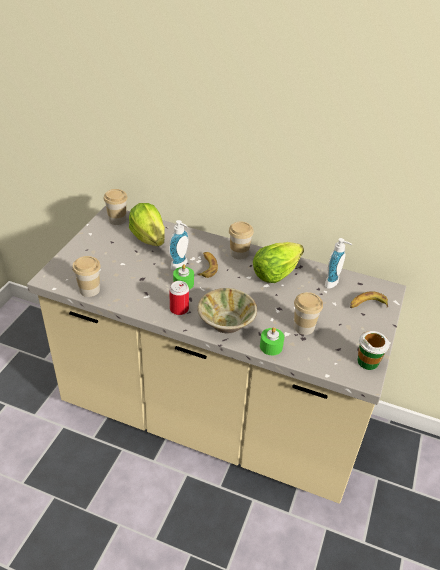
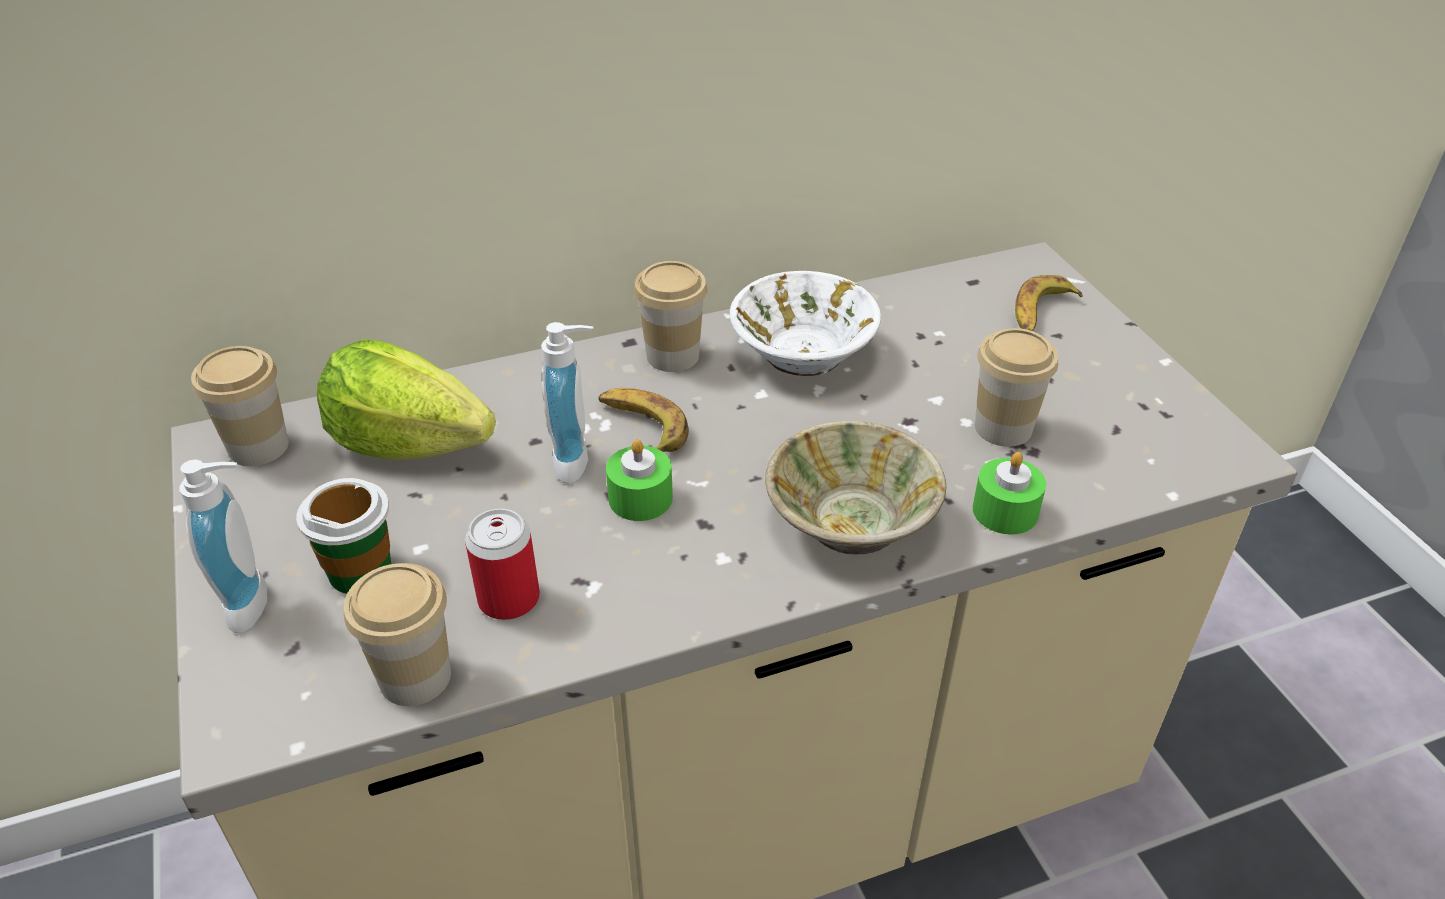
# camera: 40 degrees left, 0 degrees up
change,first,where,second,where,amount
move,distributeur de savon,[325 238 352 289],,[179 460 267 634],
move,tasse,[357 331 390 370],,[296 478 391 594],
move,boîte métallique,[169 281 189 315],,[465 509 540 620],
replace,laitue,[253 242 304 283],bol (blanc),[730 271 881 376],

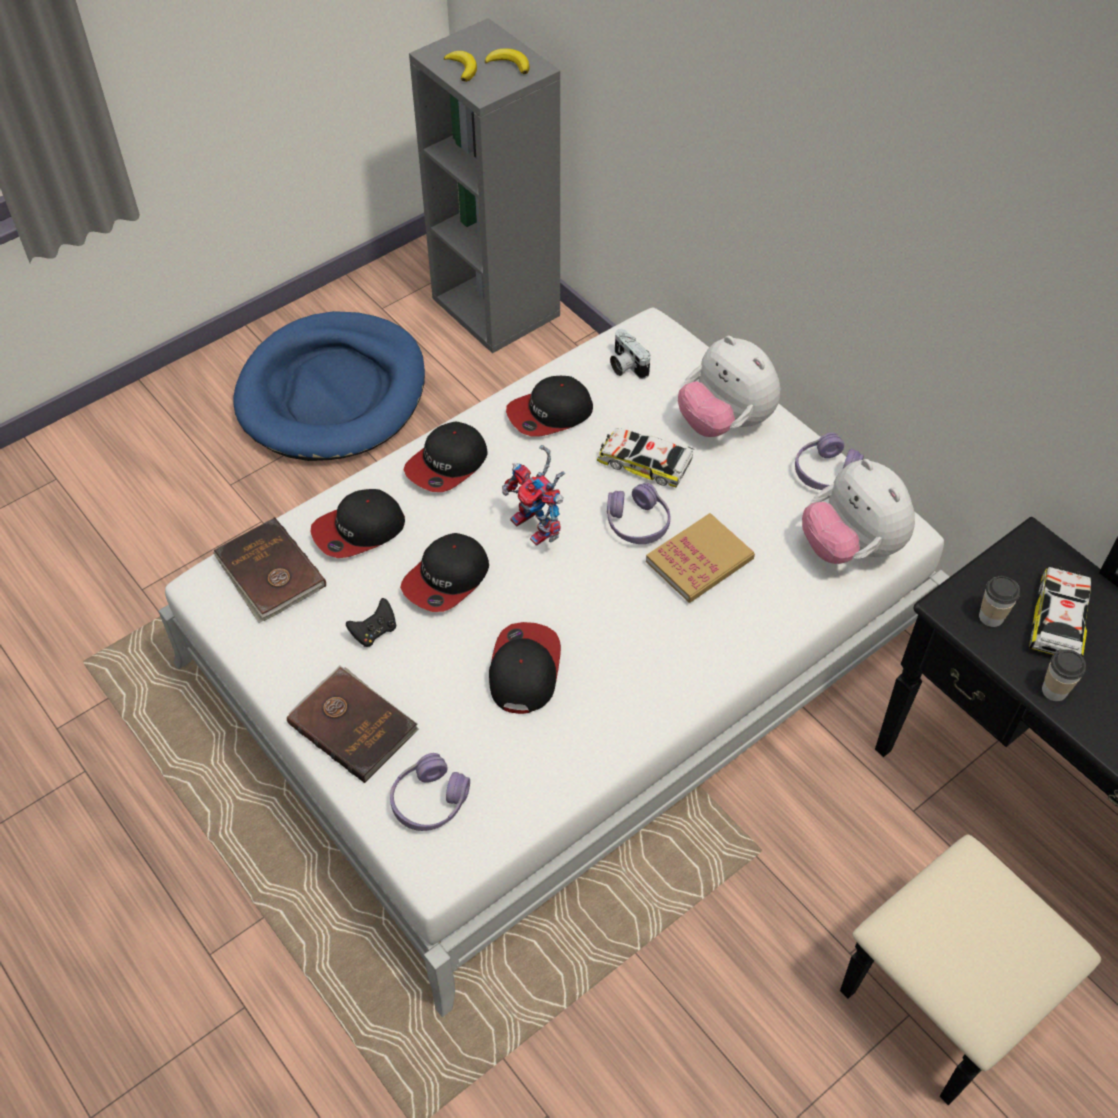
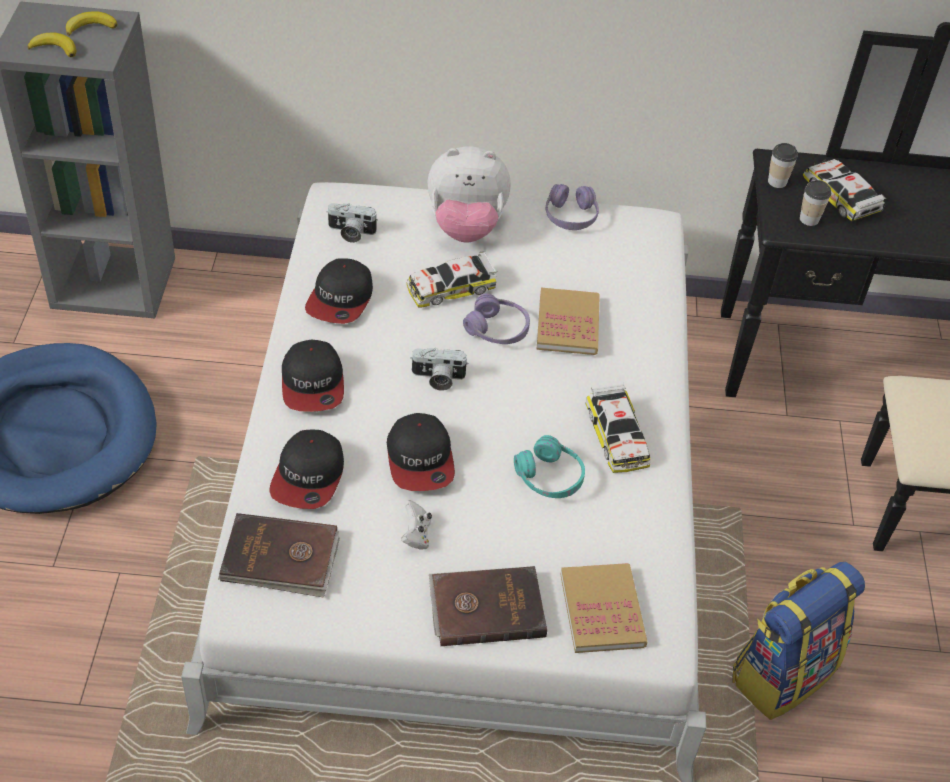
# camera: 50 degrees left, 5 degrees down
change,first,where,second,where,amount
recolor,manette (noir),[346 598 396 647],manette (blanc),[401 500 432 550],
replace,robot jouet,[502 445 565 545],appareil photo,[410 348 469 391],
replace,casquette,[489 622 561 714],casque audio (turquoise),[514 435 585 498],
replace,casque audio (violet),[390 753 470 831],livre,[560 563 648 653],
insert,,,petite voiture,[586 383 650 473],
insert,,,sac à dos,[732 562 865 720],
move,tasse,[1042 649 1086 701],,[768 143 798 188],
delete,peluche,[802 459 915 564],,,

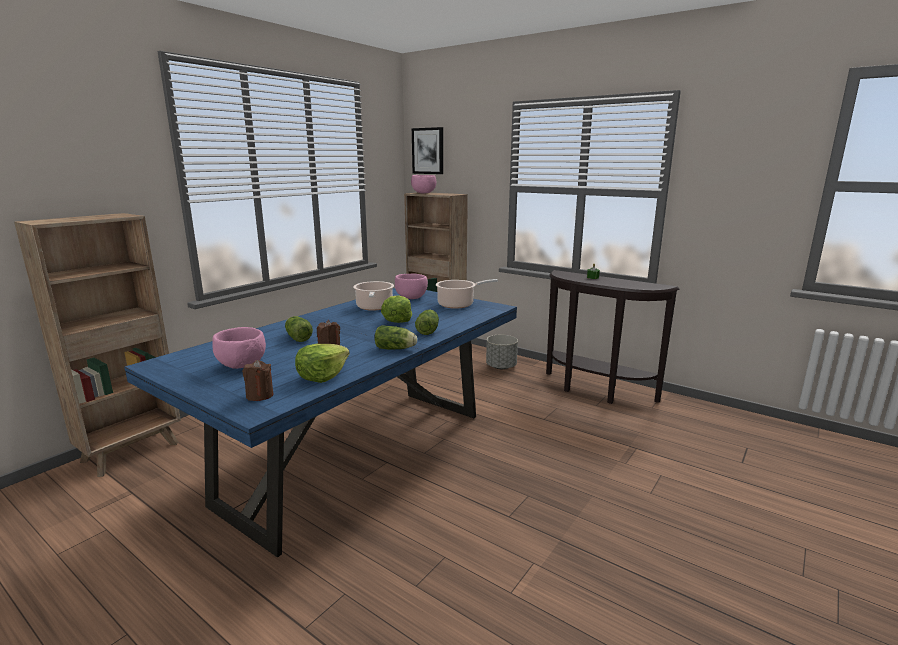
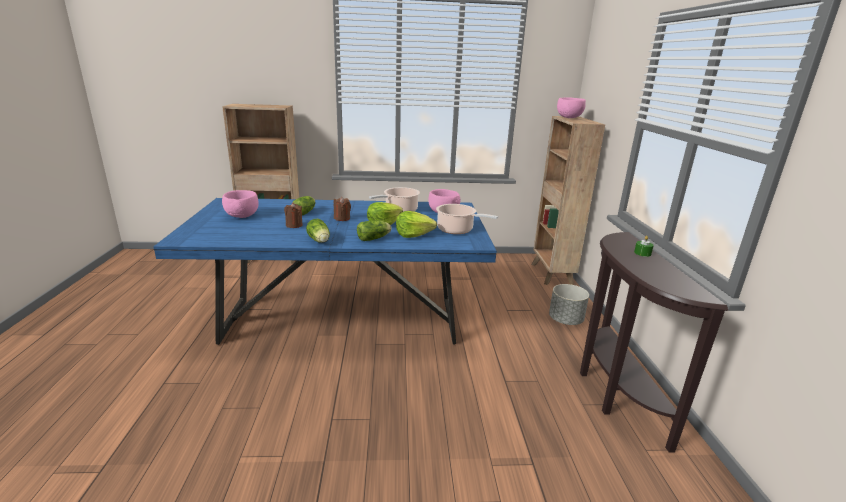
# camera: 50 degrees right, 5 degrees up
change,first,where,second,where,amount
move,bougie (marron),[242 360 274 401],,[334 197 351 221],
move,laitue,[295 344 350 383],,[396 211 437 238],
delete,tableau,[412 127 443 174],,,

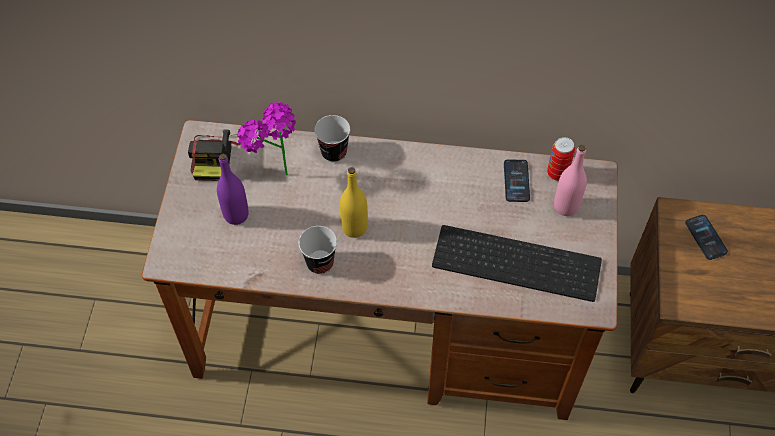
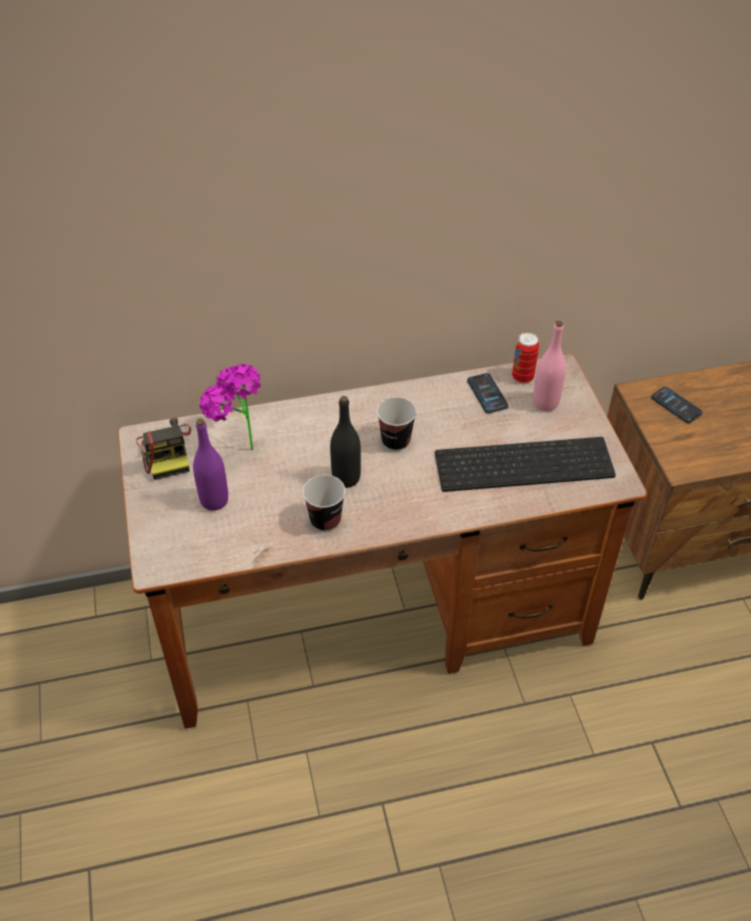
# camera: 20 degrees left, 10 degrees down
change,first,where,second,where,amount
recolor,bouteille (jaune),[340 167 368 238],bouteille (noir),[330 396 361 488],
move,tasse,[314 115 350 162],,[377 397 417 451],

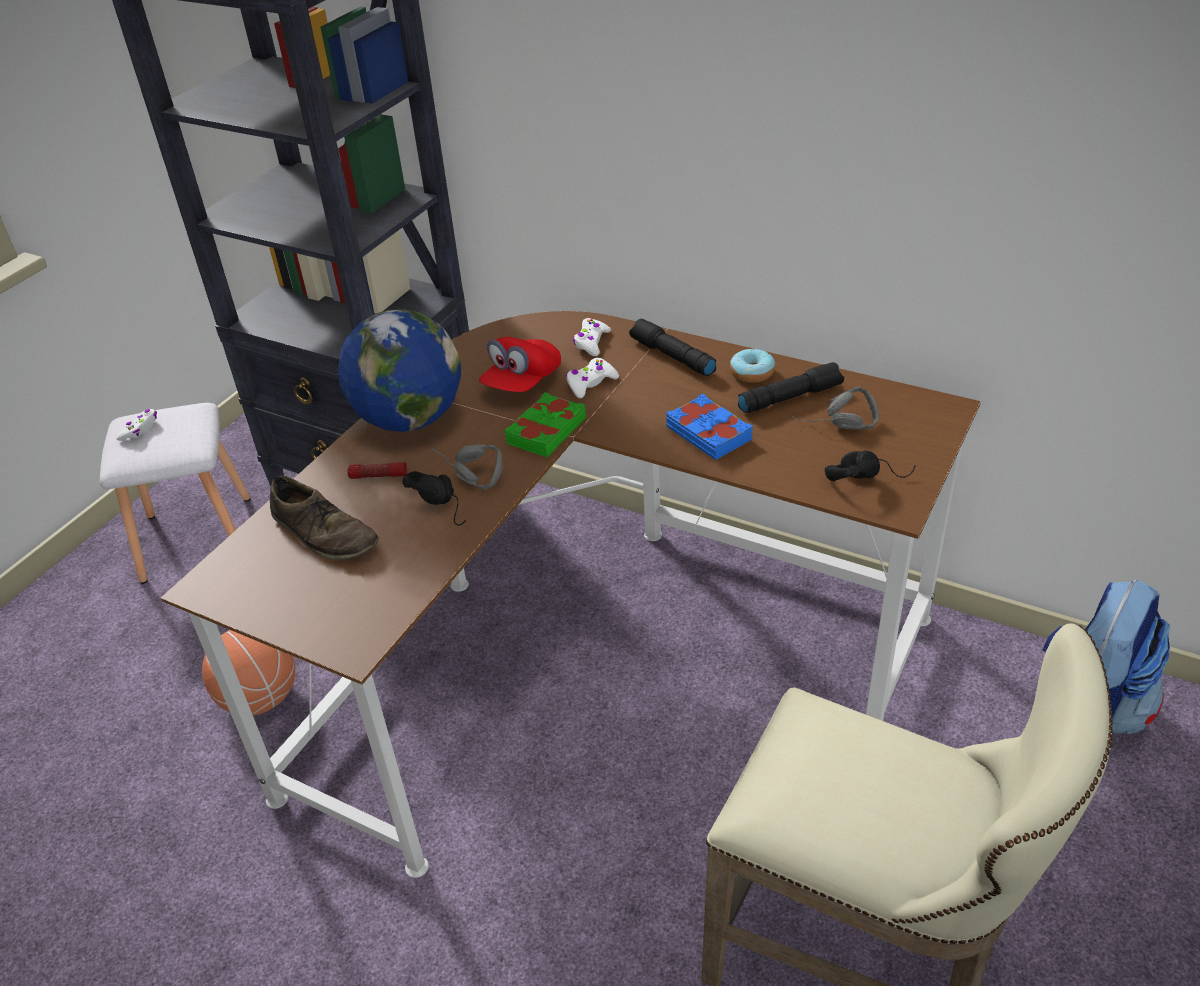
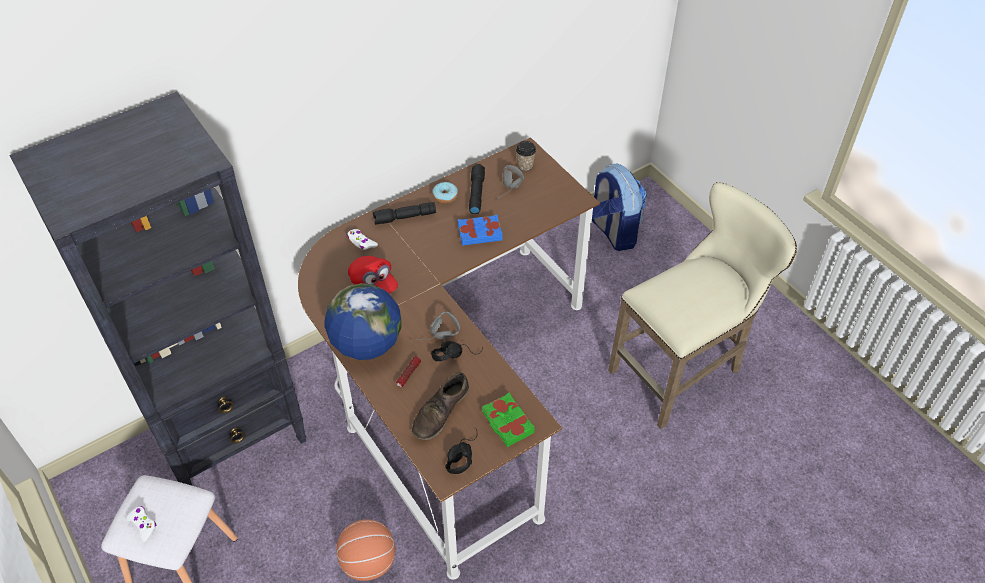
# camera: 65 degrees left, 10 degrees up
change,first,where,second,where,amount
rotate,chaussure (marron),[270 476 379 560],,[412 372 469 440],150 degrees clockwise
move,casque audio (noir),[825 451 915 481],,[445 429 477 474],
move,livre (vert),[504 392 586 457],,[482 393 535 447],
insert,,,tasse,[516 141 536 171],
delete,manette (blanc),[566 358 619 399],,,

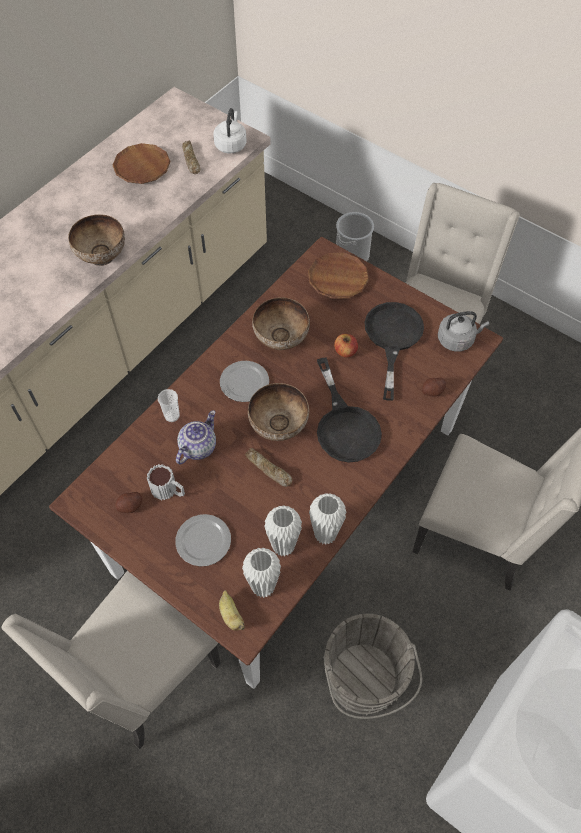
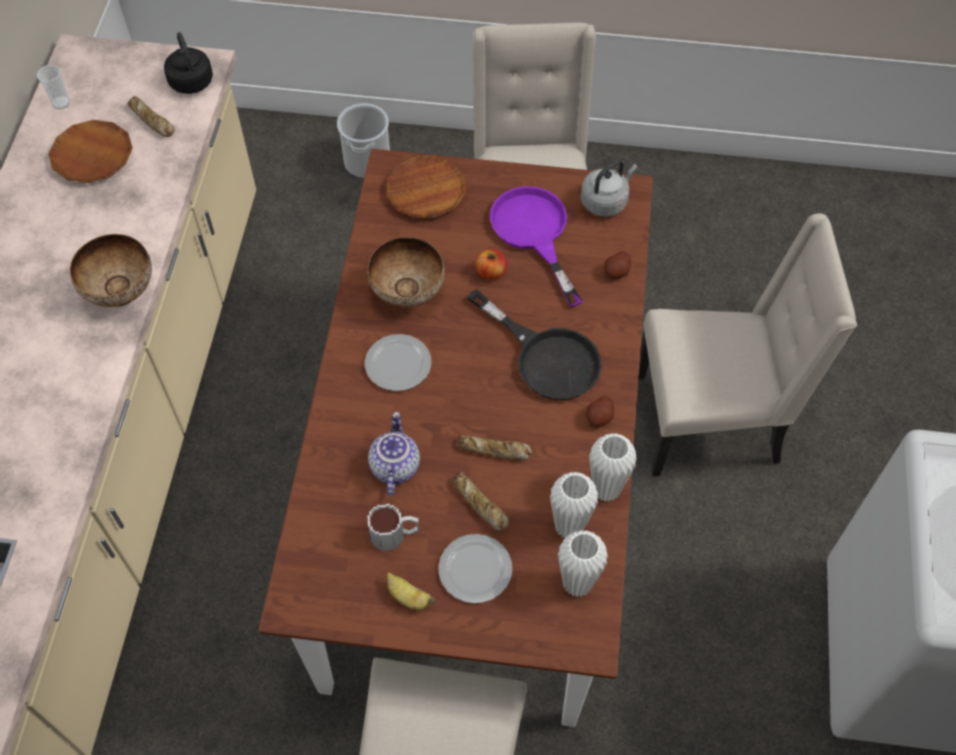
# camera: 30 degrees left, 0 degrees up
change,first,where,second,where,amount
move,tasse,[158 389 180 422],,[37 65 70 109],
recolor,bouilloire (blanc),[213 108 246 153],bouilloire (noir),[164 32 213 94],
move,banane,[219 590 245 631],,[387 572 435 611],
insert,,,pain,[451 471 509 531],
recolor,poêle (noir),[364 302 424 401],poêle (violet),[490 186 583 307],
move,pomme de terre,[115 492 142 513],,[586 396 614 428],
delete,bol,[248 383 309 441],,,
delete,seau (gris),[323 614 423 719],,,

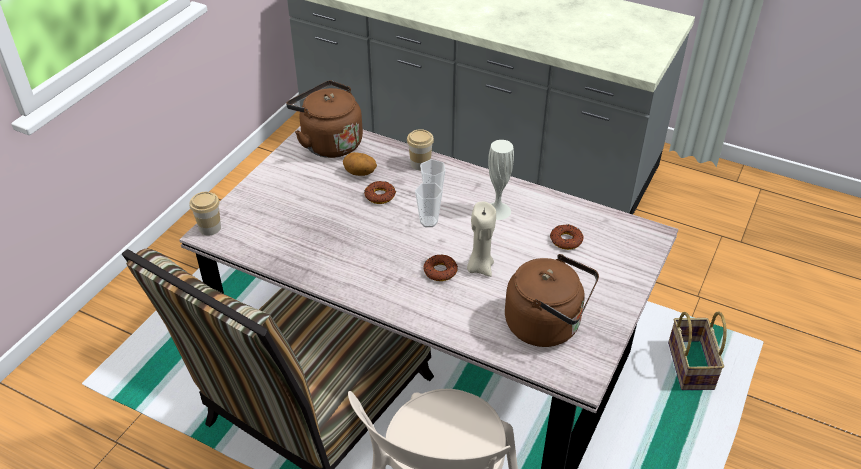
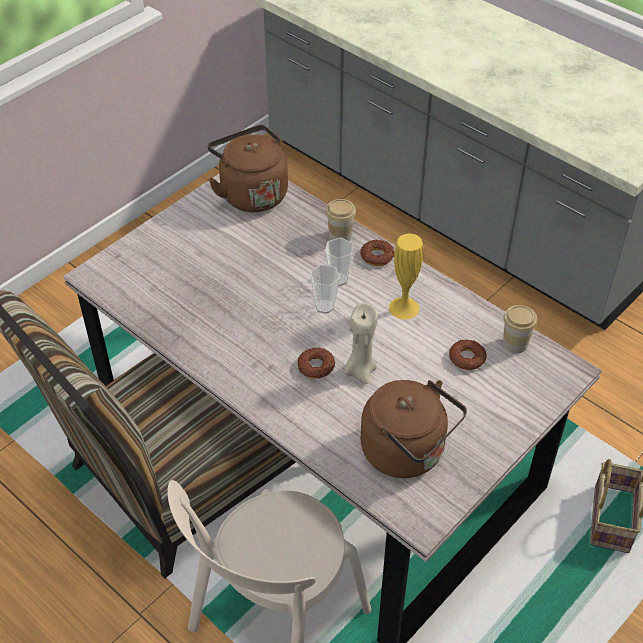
# camera: 15 degrees right, 5 degrees up
change,first,where,second,where,amount
move,beignet,[364 181 396 204],,[360 240 394 266],
recolor,vase (blanc),[488 140 514 220],vase (jaune),[389 234 423 320],
move,tasse,[190 192 221 236],,[503 305 537 354],
delete,pomme de terre,[343 152 377 176],,,

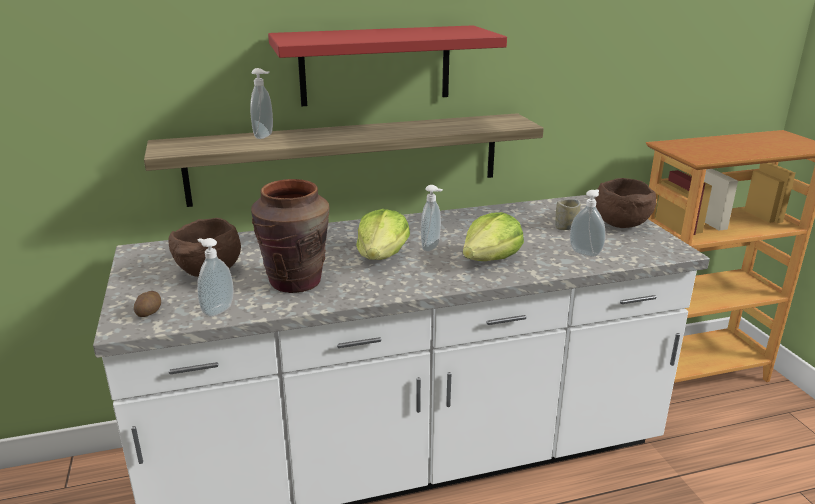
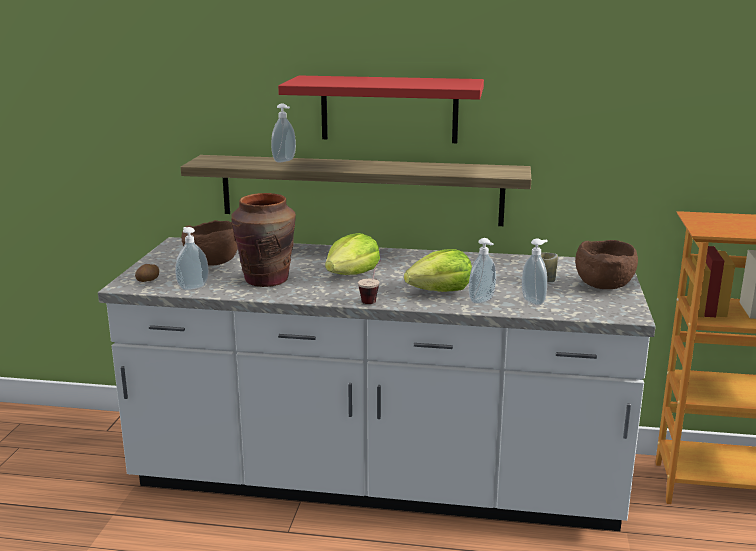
# camera: 25 degrees right, 5 degrees down
change,first,where,second,where,amount
insert,,,tasse,[358 260 381 304],
move,distributeur de savon,[421 185 443 252],,[469 238 496 304],

